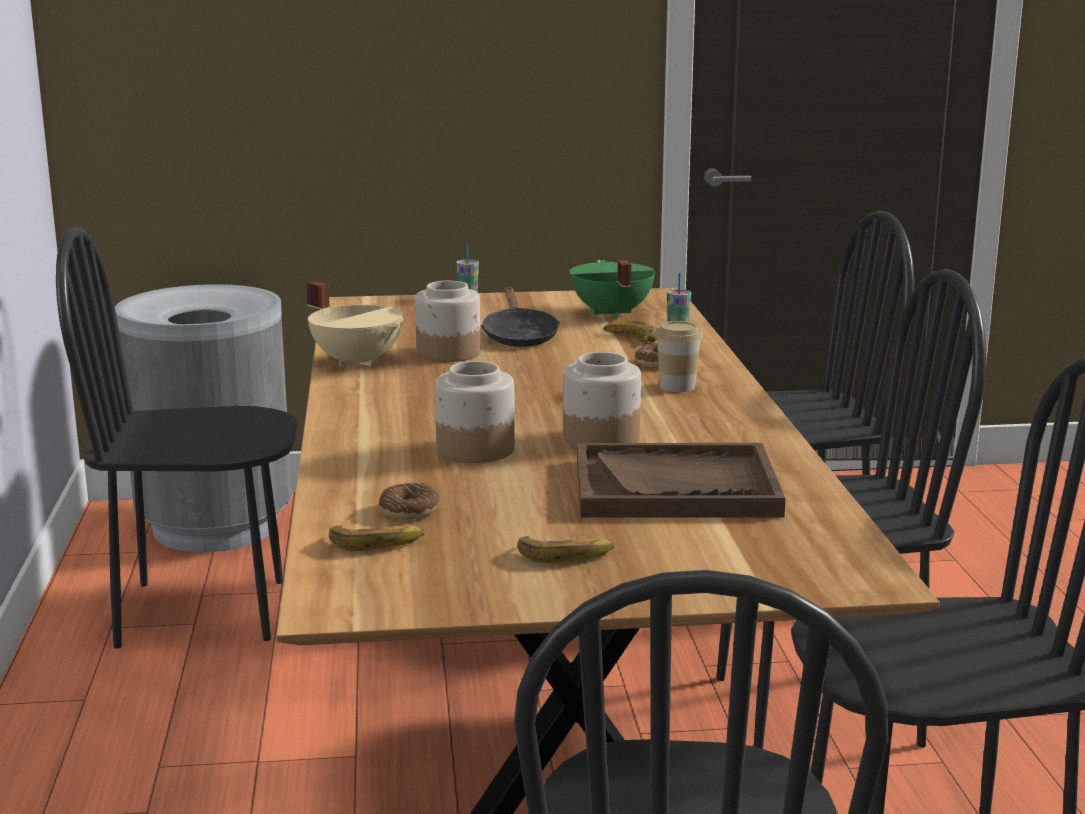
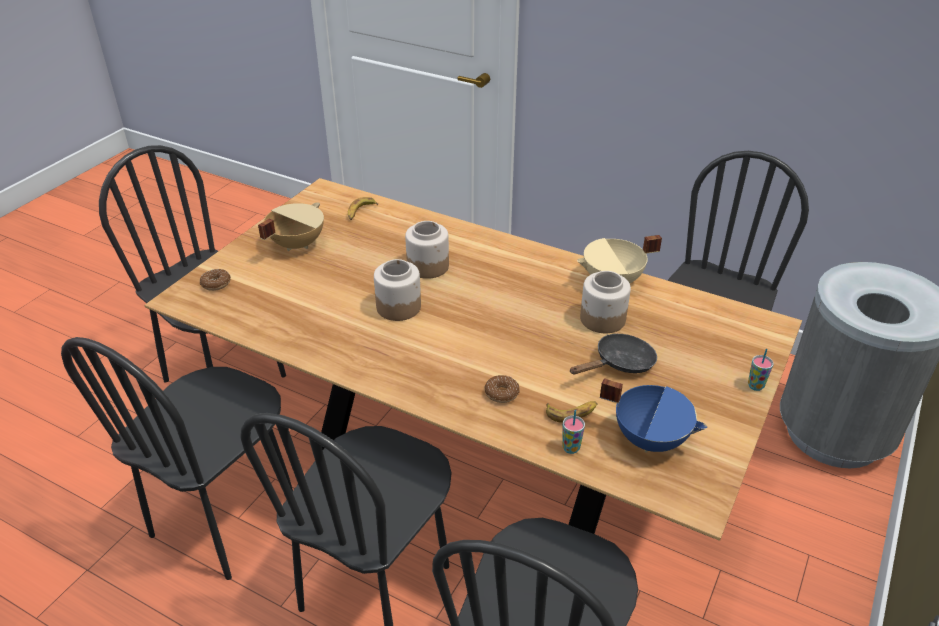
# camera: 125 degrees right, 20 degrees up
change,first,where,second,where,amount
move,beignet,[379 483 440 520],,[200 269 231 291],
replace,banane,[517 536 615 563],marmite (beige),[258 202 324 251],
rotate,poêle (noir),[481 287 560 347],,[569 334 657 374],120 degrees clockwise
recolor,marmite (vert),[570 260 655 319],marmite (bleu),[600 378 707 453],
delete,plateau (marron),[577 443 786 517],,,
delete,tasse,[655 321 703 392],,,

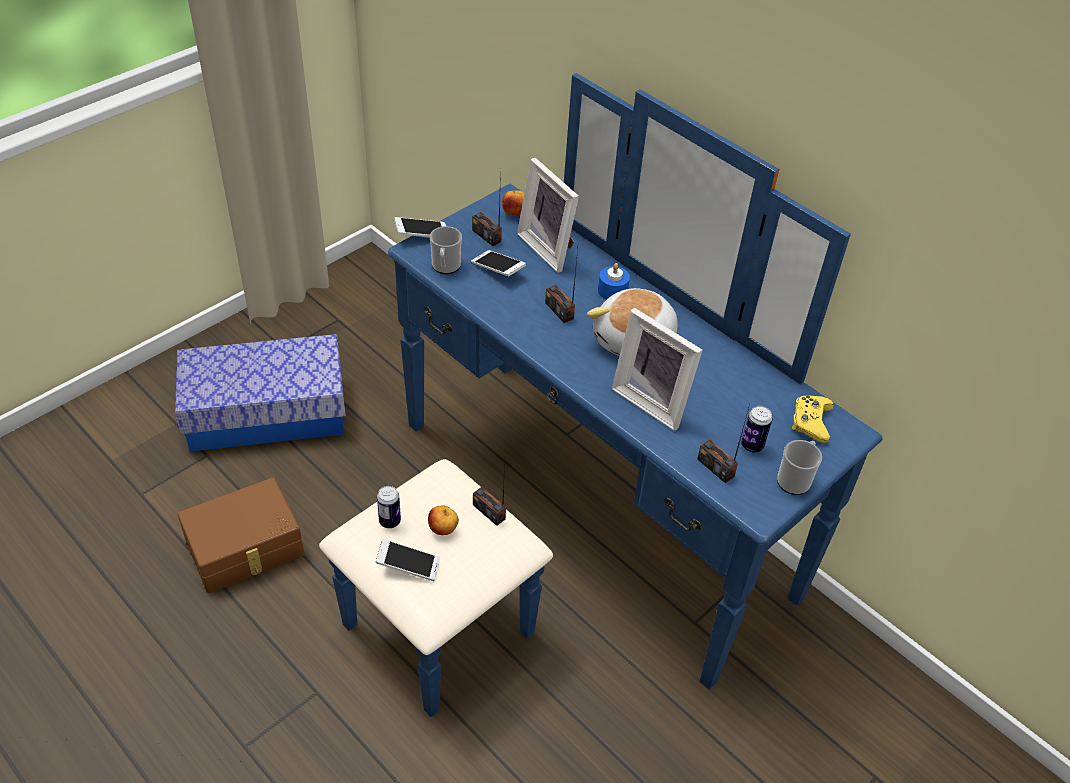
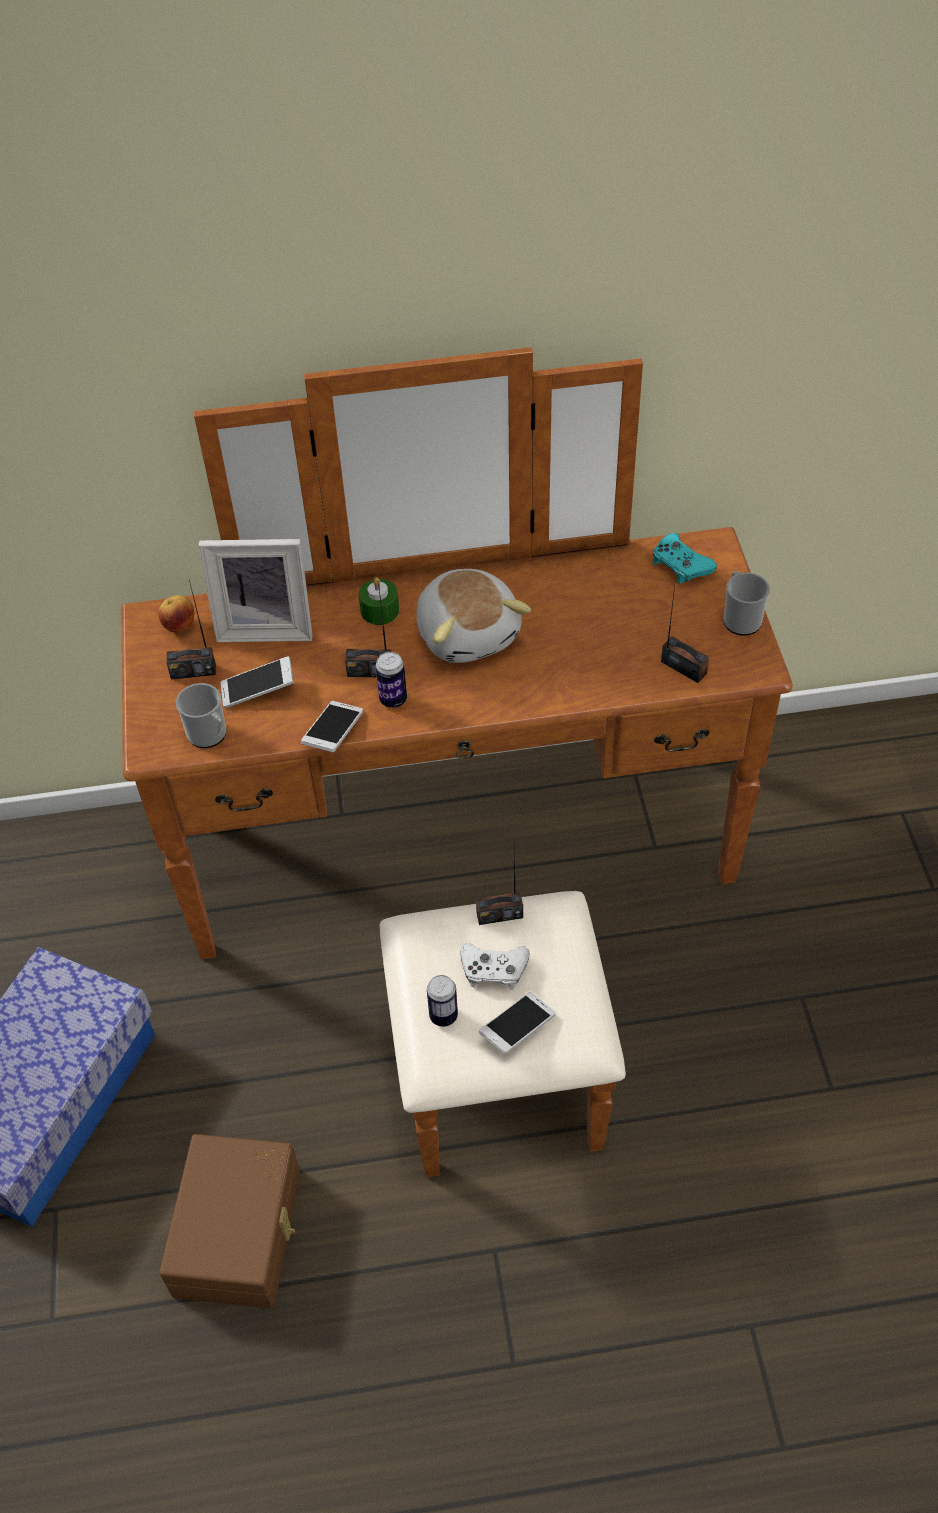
# camera: 50 degrees left, 5 degrees up
change,first,where,second,where,amount
recolor,commode (bleu),[319 73 882 717],commode (marron),[121 347 793 1177],
move,téléphone,[394 217 446 237],,[301 701 363 752],
recolor,bougie (bleu),[598 263 630 300],bougie (vert),[359 577 399 625],
move,boîte métallique,[741 406 773 453],,[376 652 407 708],
replace,pomme,[428 505 459 535],manette (blanc),[460 943 530 990],
recolor,manette (jaune),[792 396 834 443],manette (turquoise),[653 533 717 583],
rotate,radio,[697 404 750 483],,[661 585 709 683],135 degrees counterclockwise
delete,cadre photo,[612 308 703 431],,,

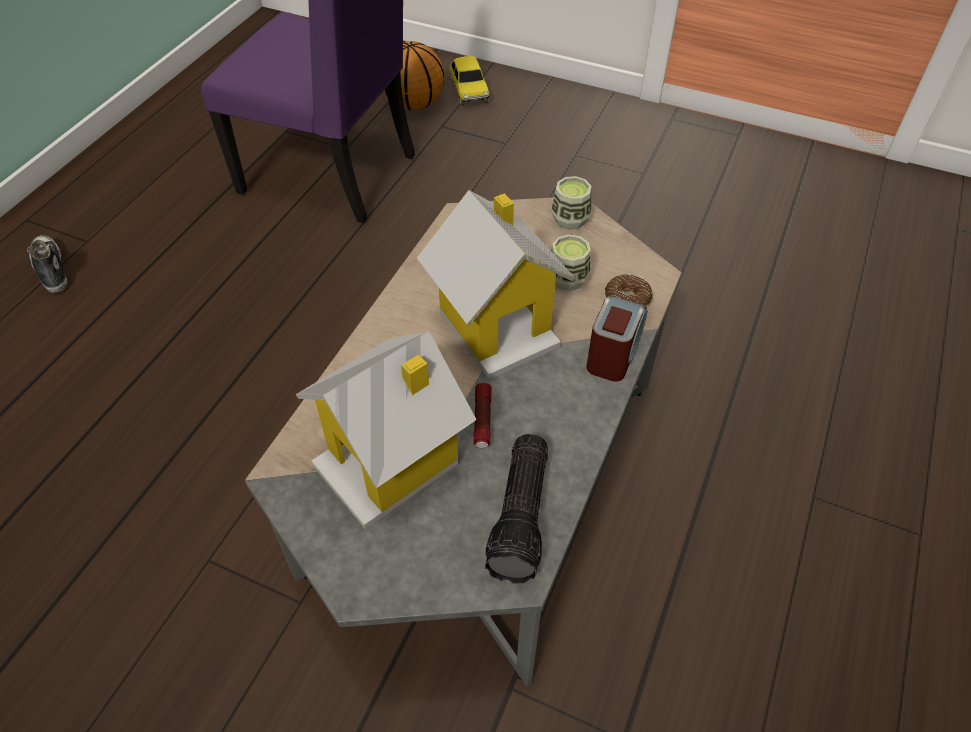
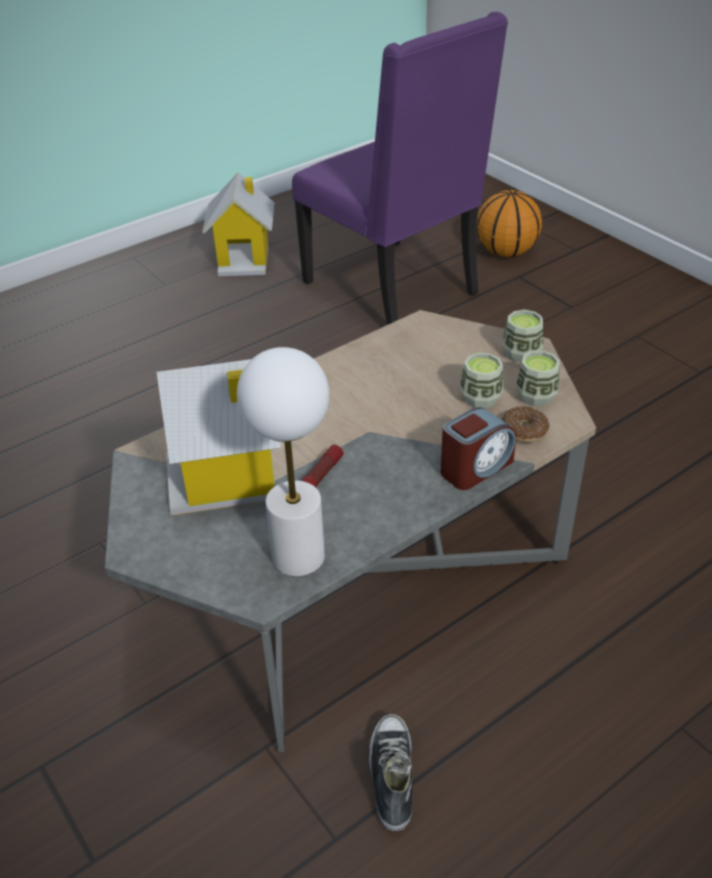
# camera: 30 degrees right, 10 degrees down
change,first,where,second,where,amount
move,maison miniature,[417 190 575 379],,[202 173 275 276],
replace,lampe de poche,[485 434 548 584],lampe de table (blanc),[237 347 329 577],
move,chaussure,[27 235 68 293],,[369 714 413 831],
insert,,,tasse,[516 351 560 406],
delete,petite voiture,[450 56 490 106],,,

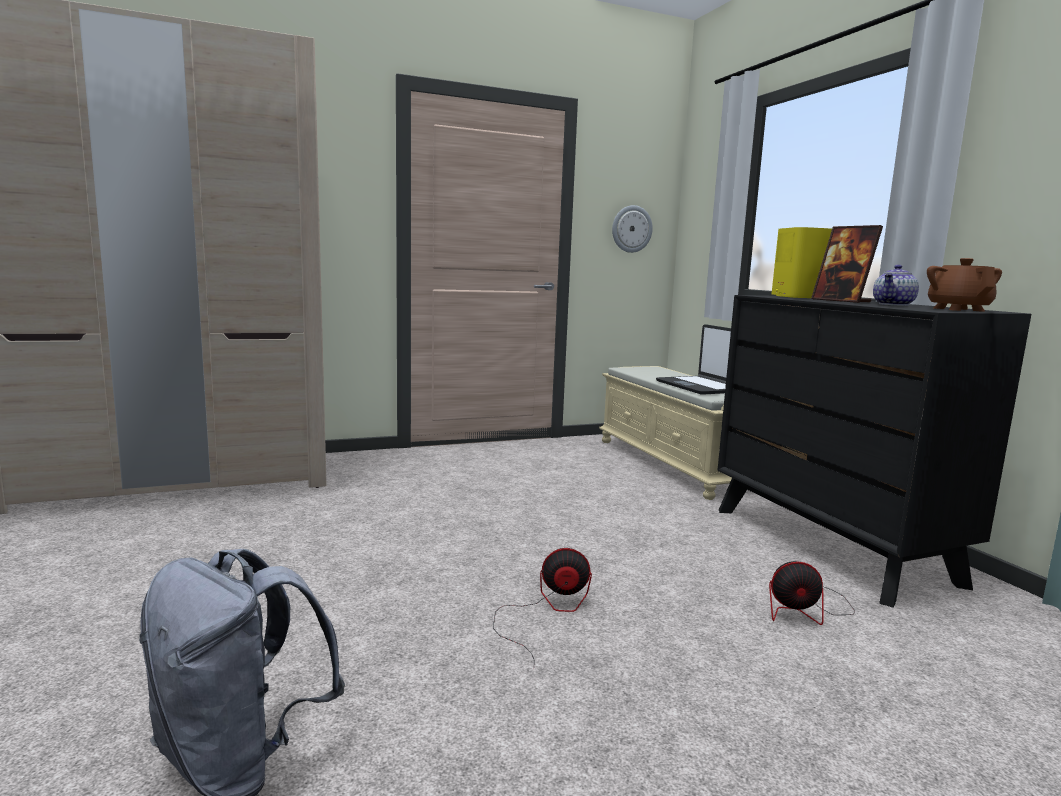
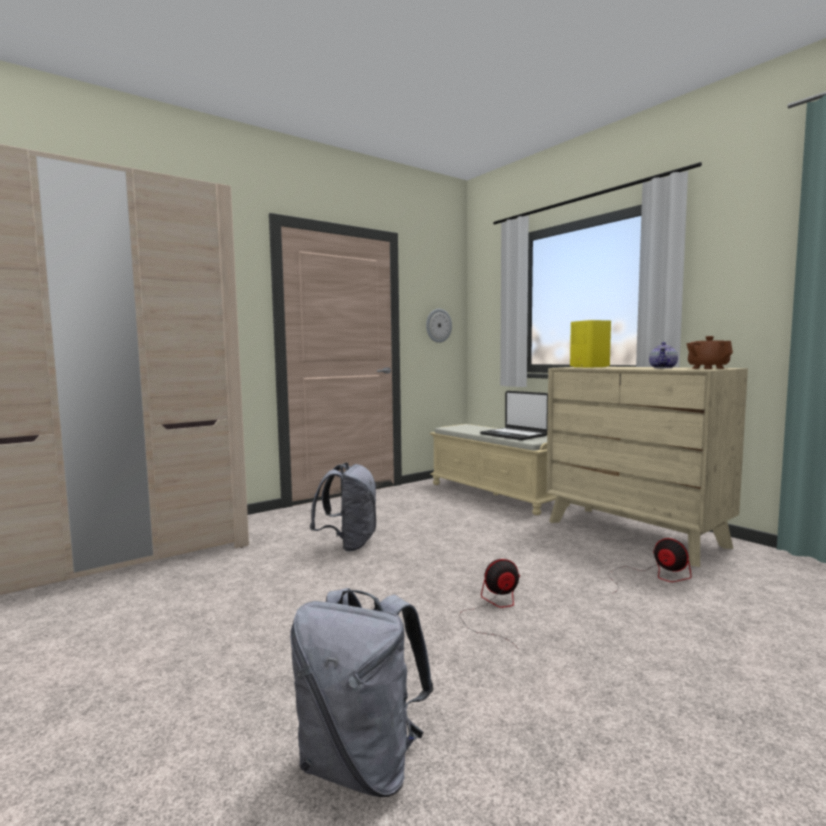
# camera: 15 degrees left, 5 degrees down
change,first,where,second,where,amount
insert,,,sac à dos (gris),[310 463 377 551],
recolor,commode (noir),[717 295 1031 608],commode (beige),[546 367 748 567],
rotate,ventilateur,[769 561 855 625],,[608 538 692 594],120 degrees counterclockwise
delete,cadre photo,[811 225 883 303],,,

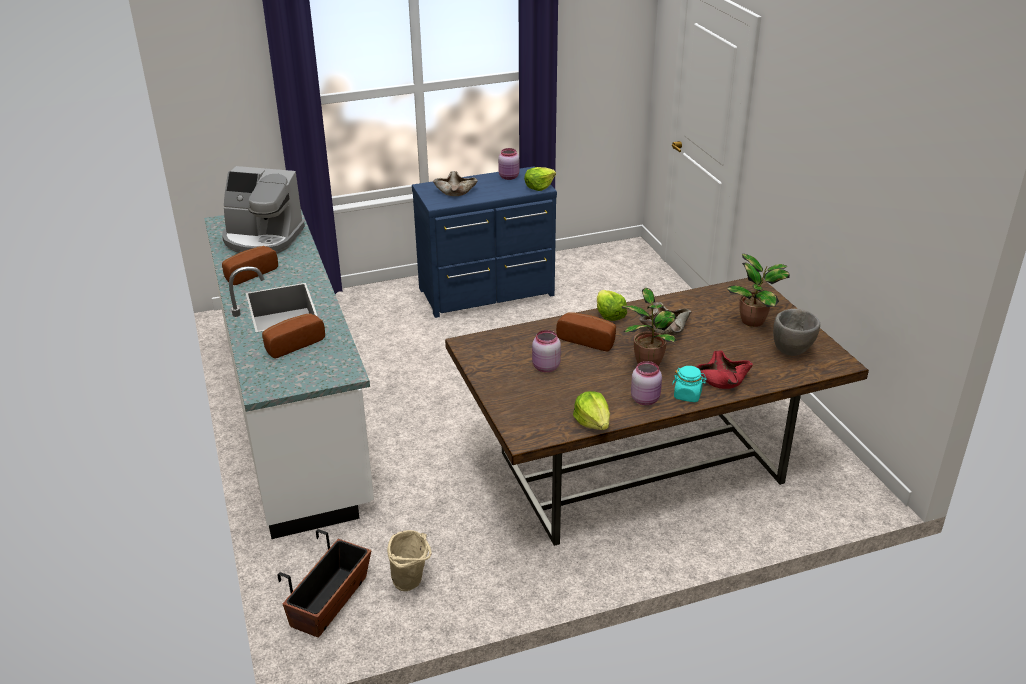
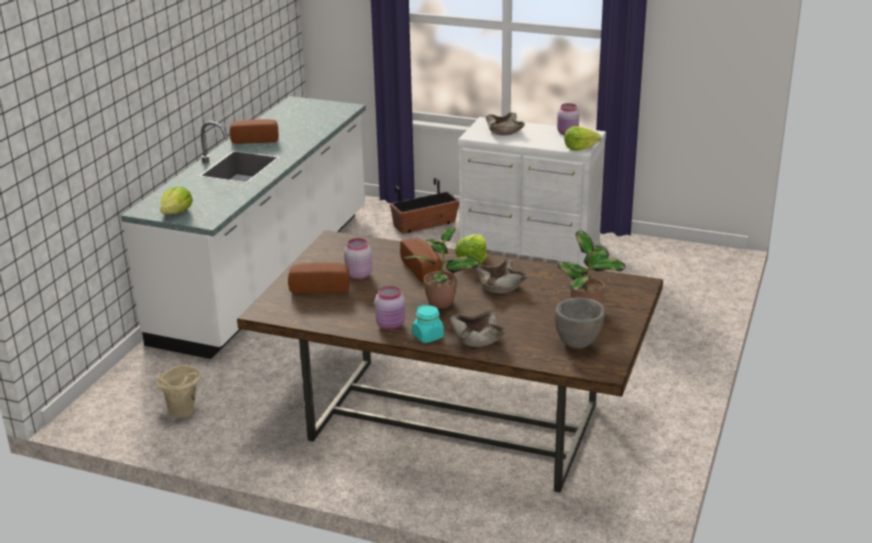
# camera: 40 degrees right, 5 degrees down
change,first,where,second,where,amount
move,laitue,[573 391 610 430],,[160 186 193 214],
move,pain,[262 313 325 358],,[288 262 349 294],
move,cache-pot,[278 529 371 638],,[390 178 459 234],
recolor,bol (rouge),[696 351 753 389],bol (beige),[449 310 506 347],
recolor,commode (bleu),[412 166 557 318],commode (blanc),[458 117 606 268],
delete,machine à café,[222 166 305 254],,,

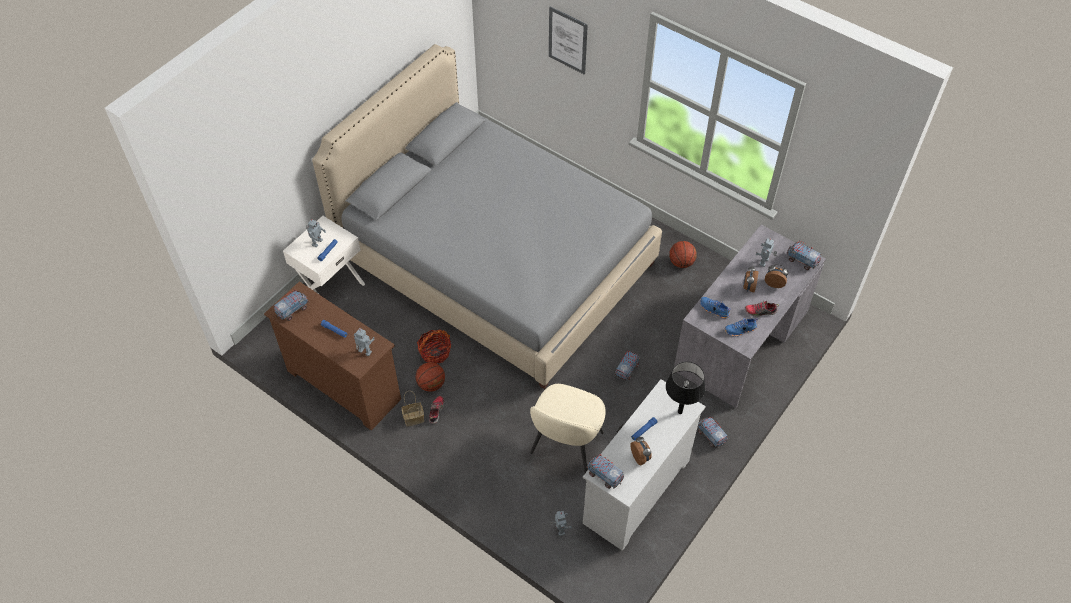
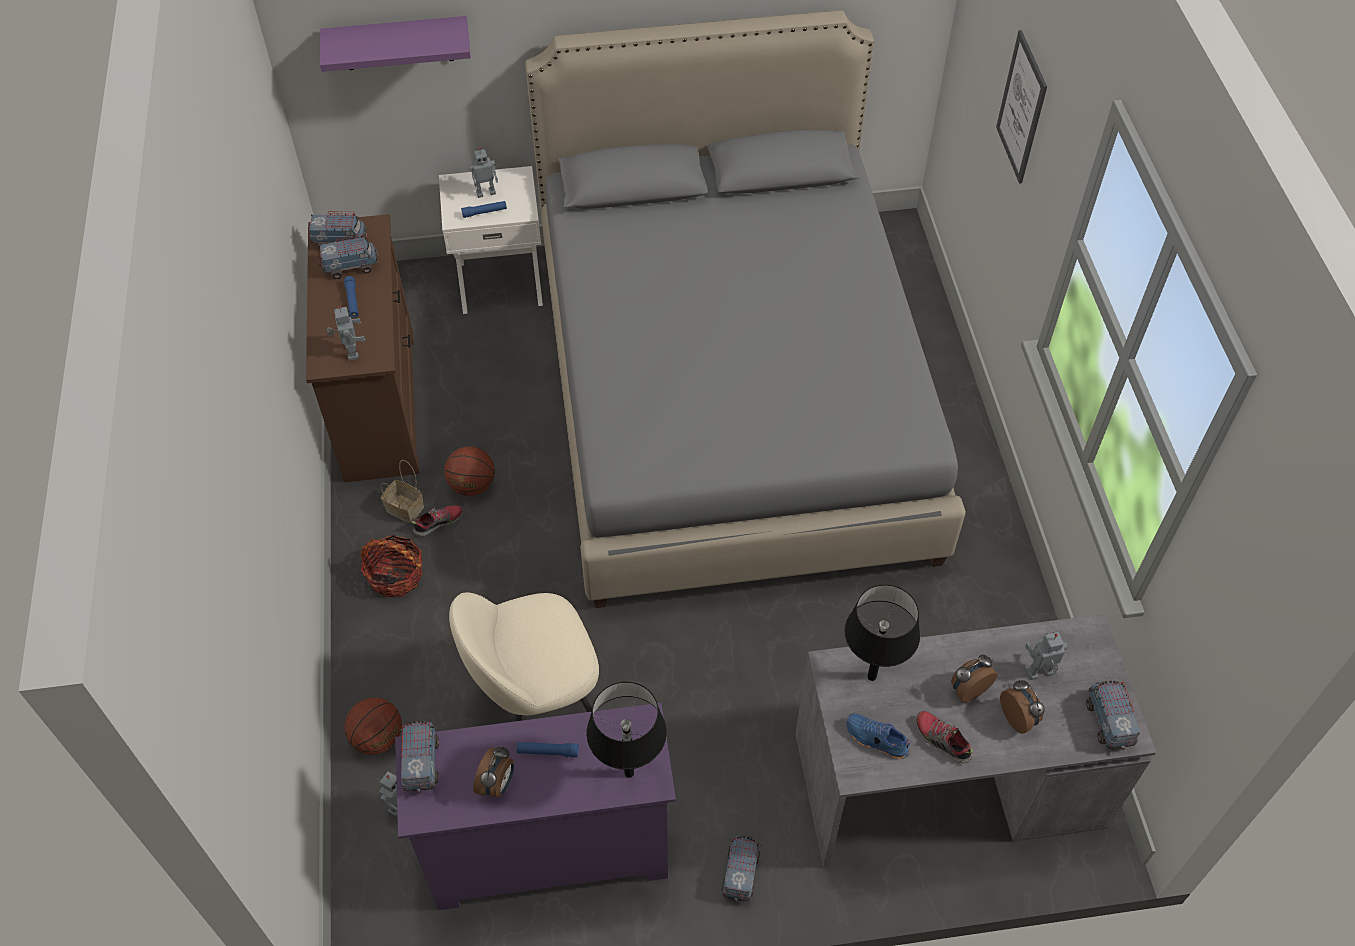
# camera: 45 degrees right, 0 degrees up
change,first,where,second,where,amount
move,camion jouet,[615 351 640 381],,[319 234 380 279],
insert,,,étagère (violet),[320 16 471 72],
move,ballon de basket,[669 241 697 268],,[344 697 402 755],
move,panier,[417 329 451 363],,[361 535 423 598],
recolor,commode (blanc),[583 379 706 551],commode (violet),[395 703 676 910],
replace,chaussure (bleu),[700 297 730 319],lampe de table (noir),[844 584 920 681],

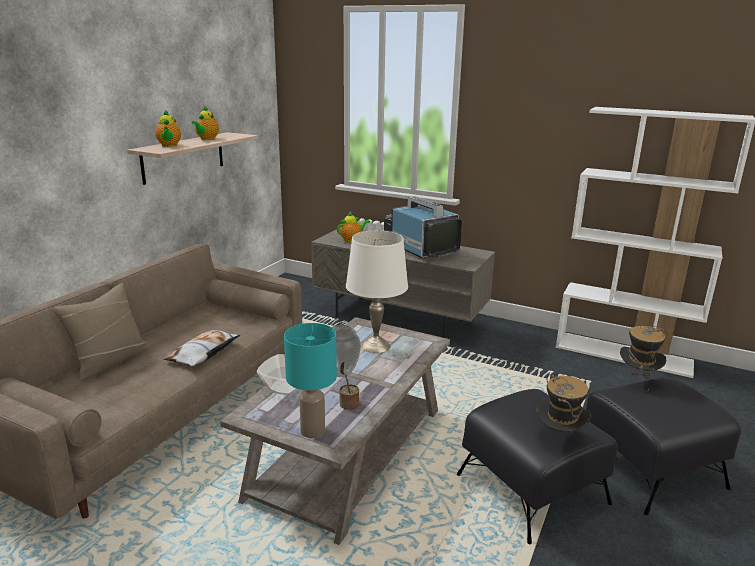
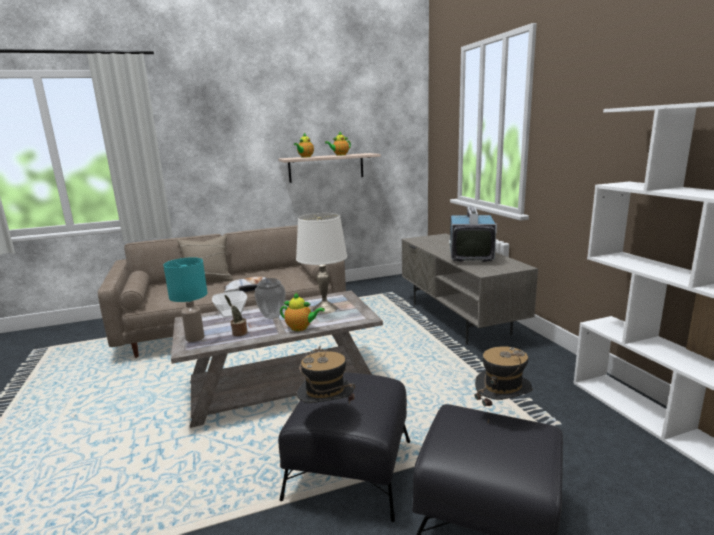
# camera: 45 degrees right, 5 degrees down
change,first,where,second,where,amount
move,théière,[337 212 370 242],,[280 293 325 331],

